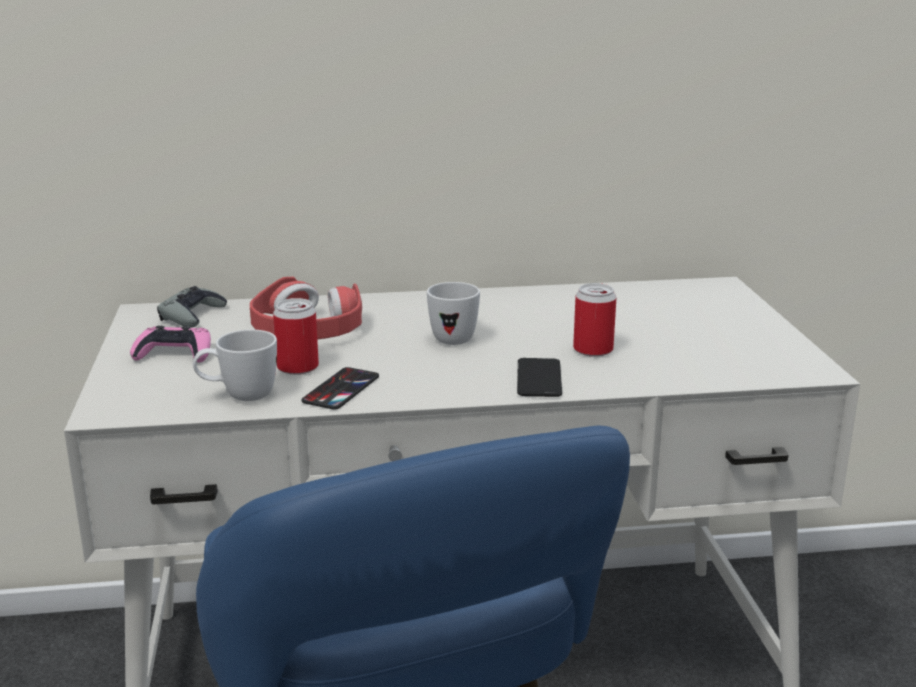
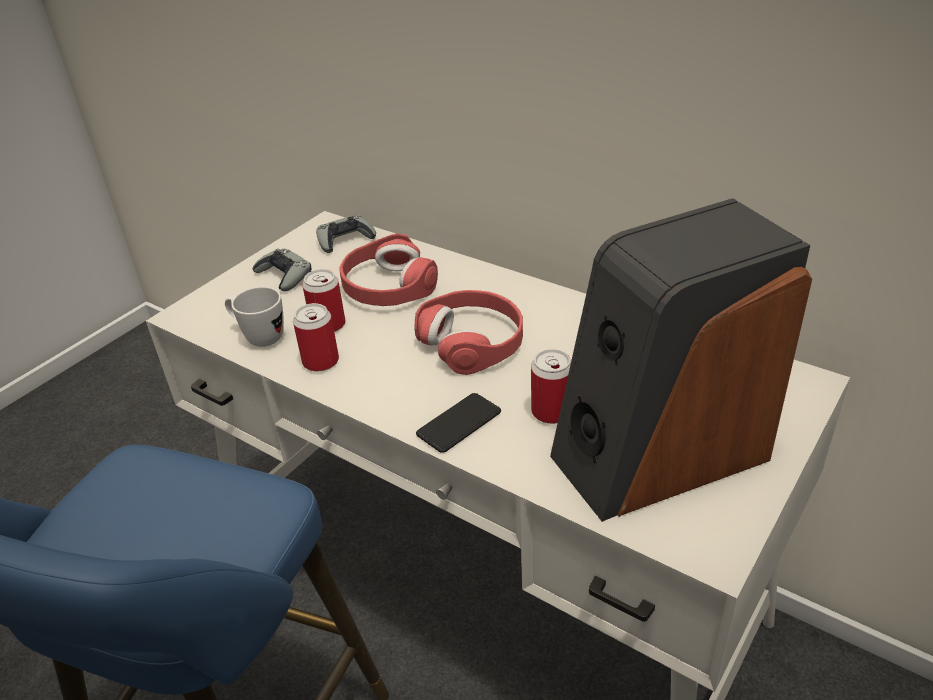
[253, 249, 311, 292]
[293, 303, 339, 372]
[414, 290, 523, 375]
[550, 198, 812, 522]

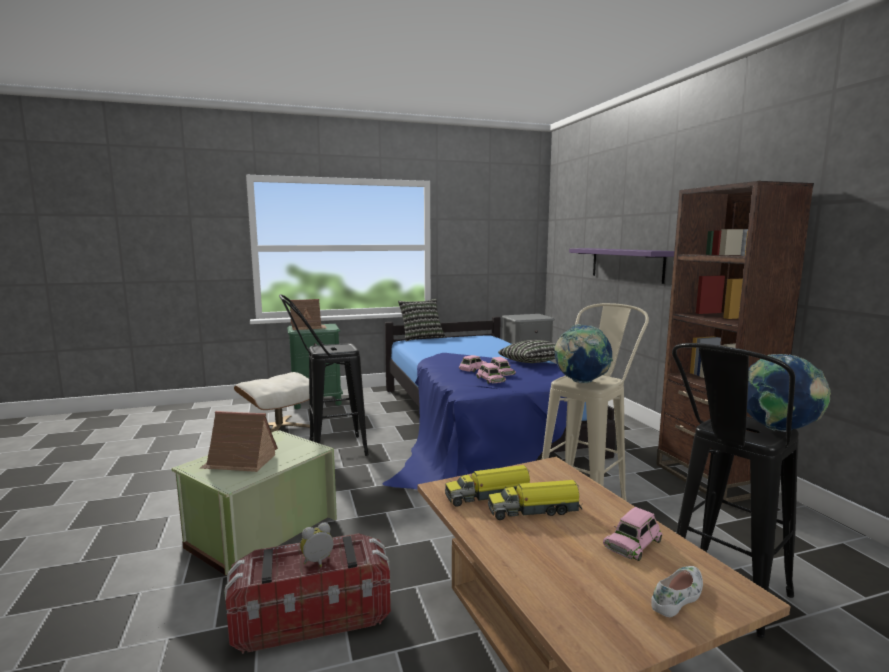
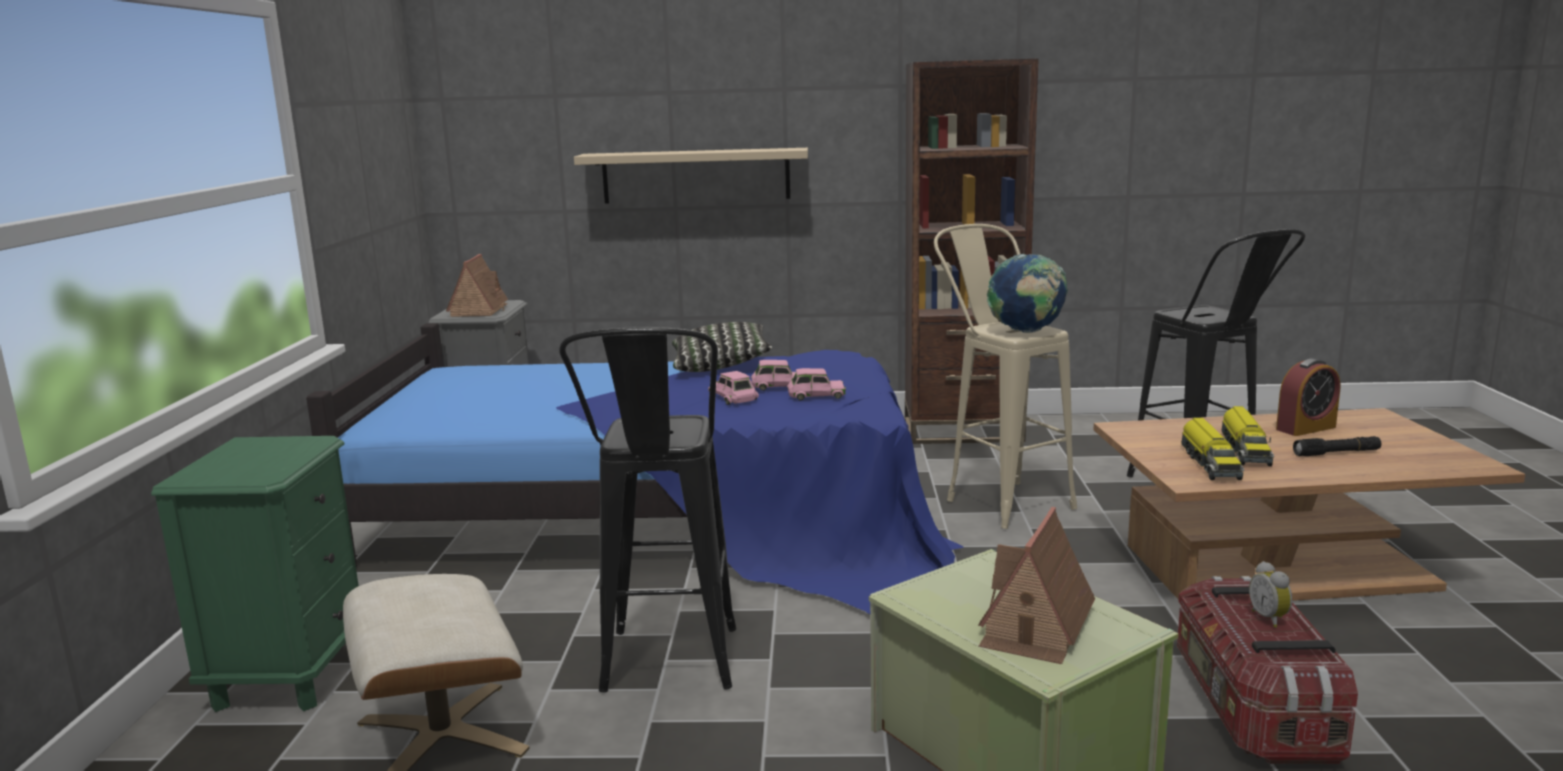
[446, 254, 508, 317]
[398, 299, 445, 341] (first image)
[574, 148, 808, 204]
[1276, 358, 1340, 436]
[651, 566, 703, 617] (first image)
[747, 354, 831, 432] (first image)
[1293, 436, 1381, 456]

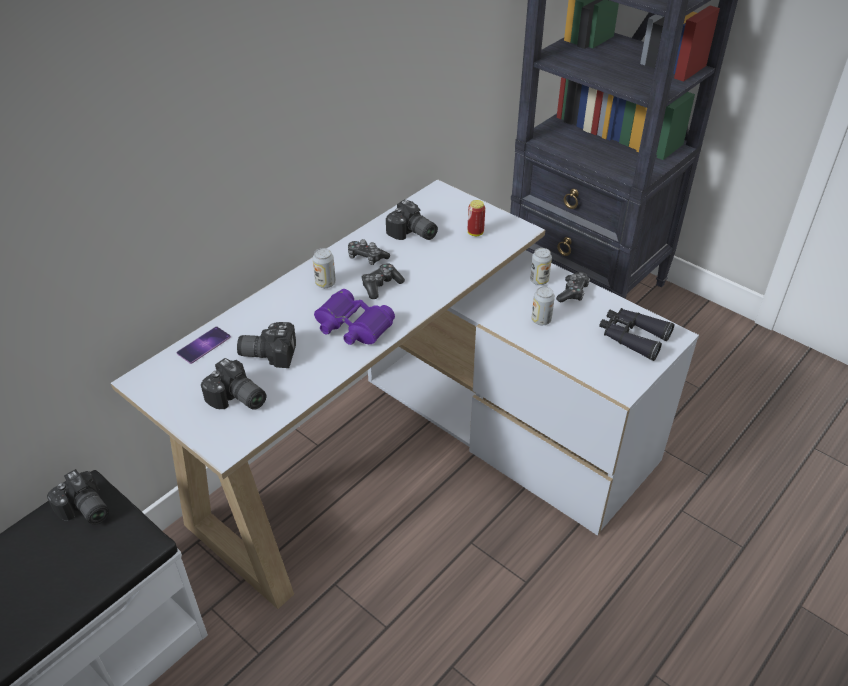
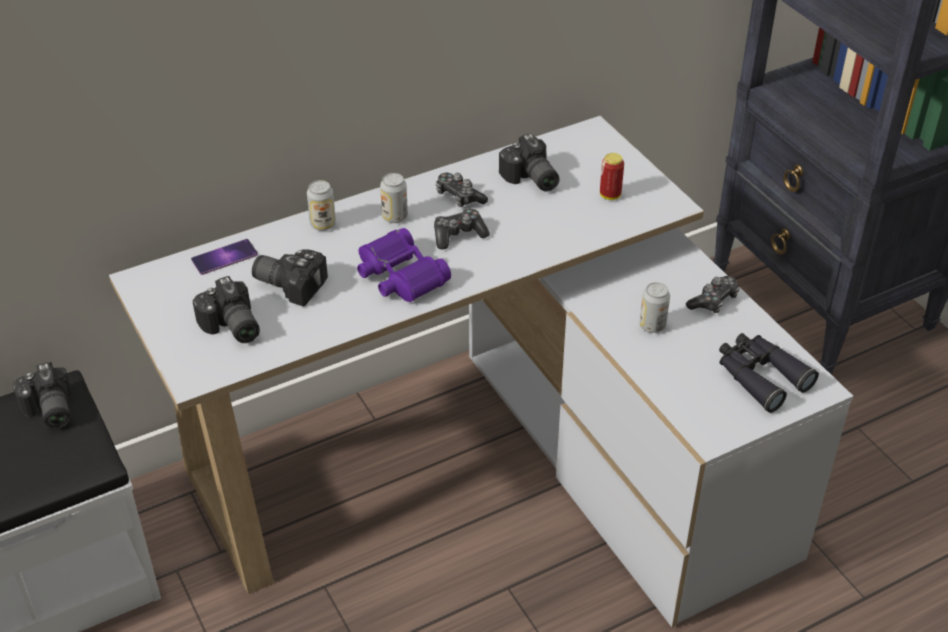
[307, 180, 336, 231]

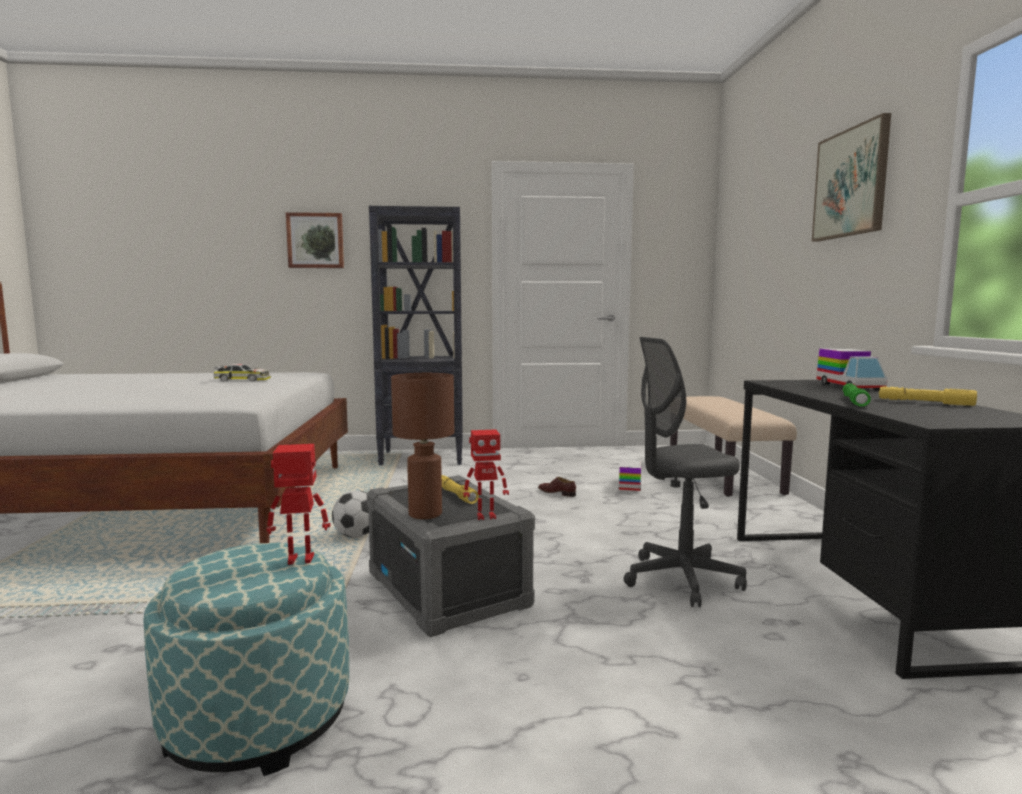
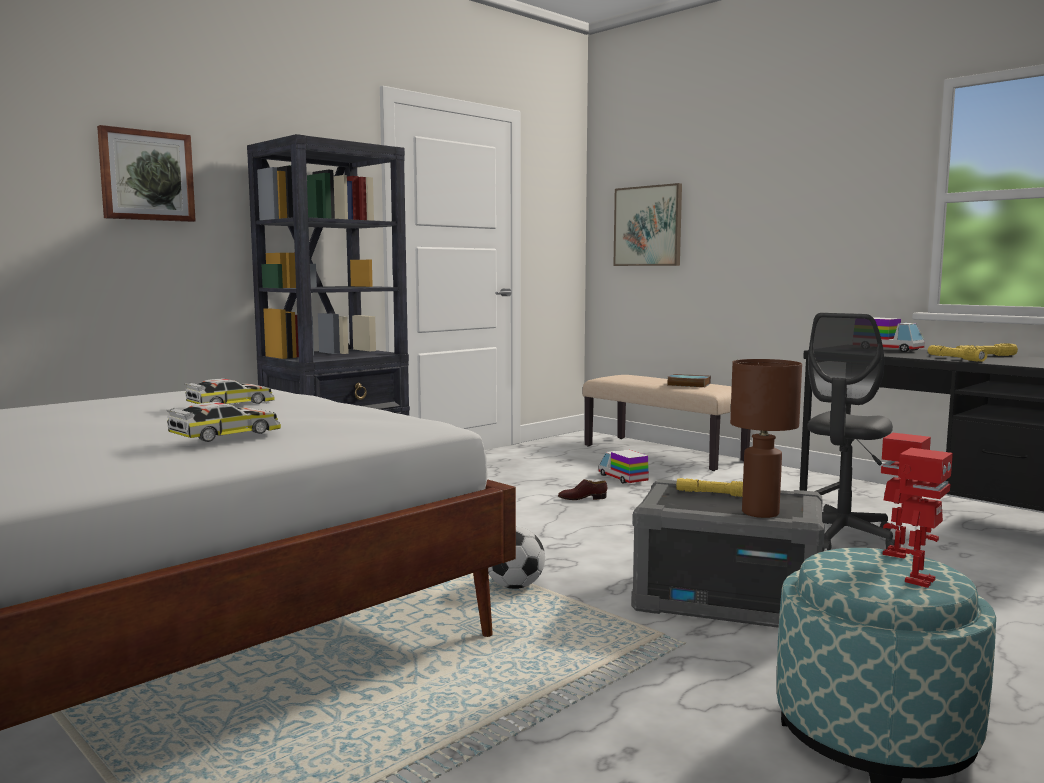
[898, 448, 953, 588]
[613, 183, 682, 266]
[928, 345, 987, 362]
[166, 402, 281, 442]
[668, 374, 711, 387]

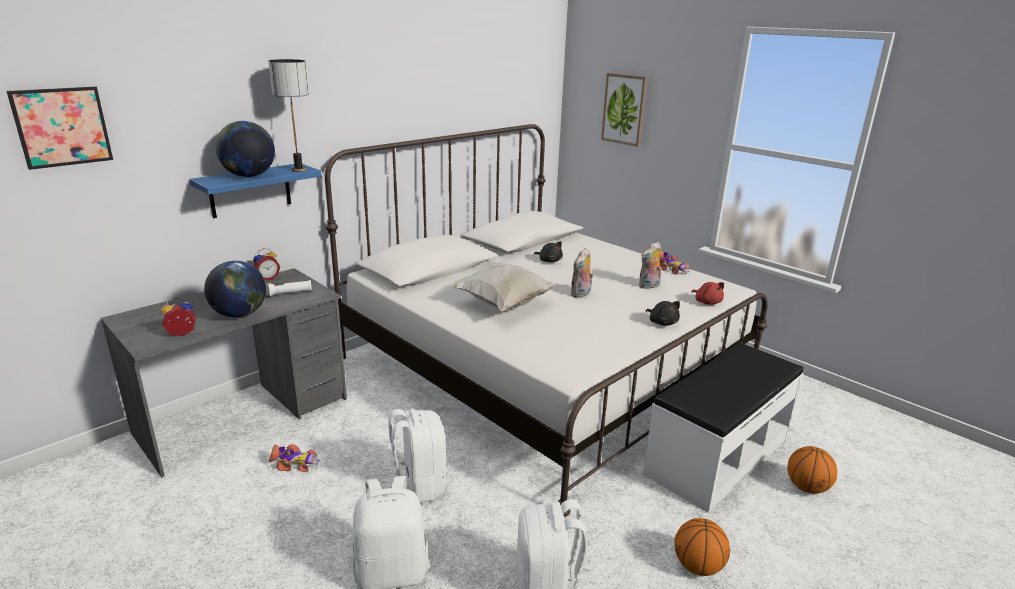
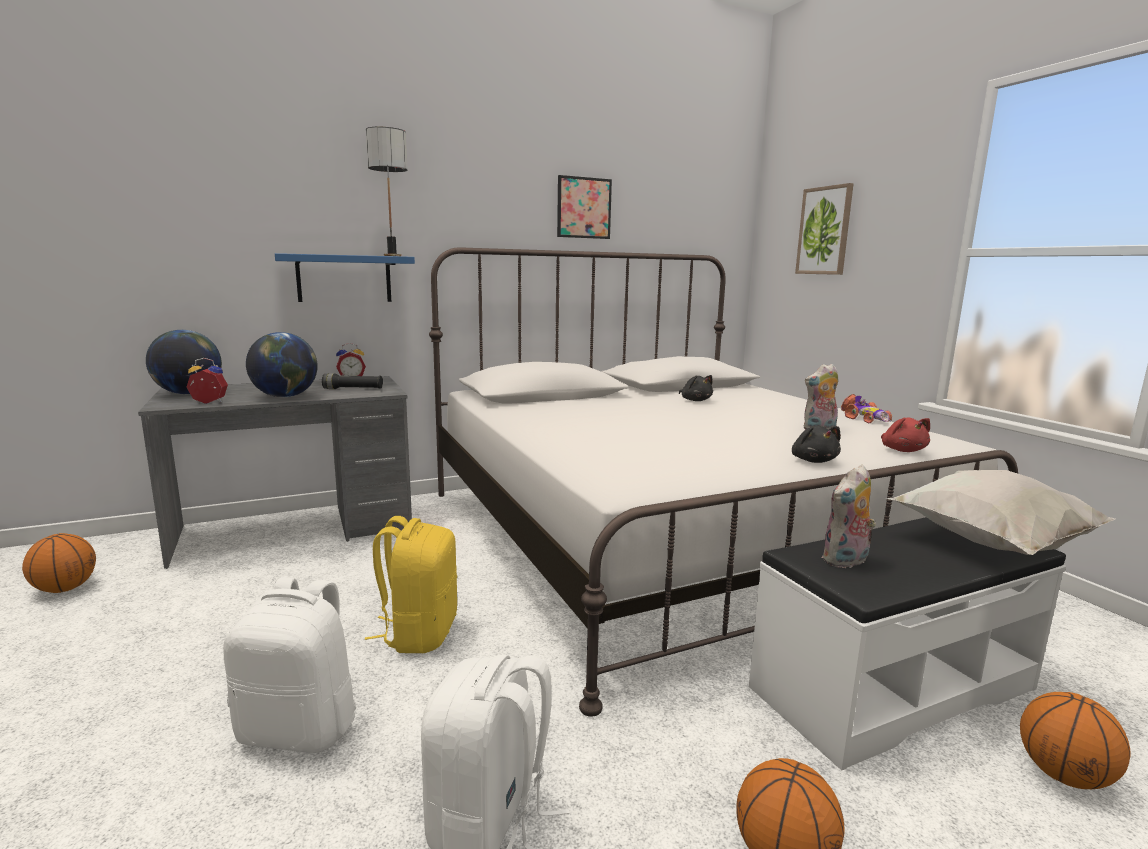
[557, 175, 612, 239]
[146, 330, 222, 394]
[322, 373, 383, 389]
[269, 444, 320, 472] (first image)
[365, 516, 457, 653]
[885, 470, 1115, 555]
[822, 465, 876, 569]
[22, 533, 96, 593]

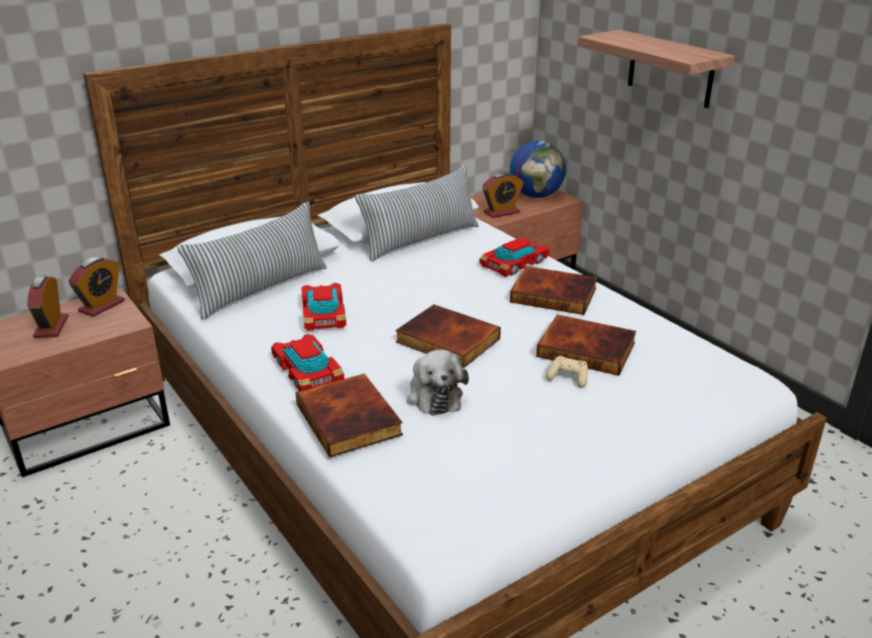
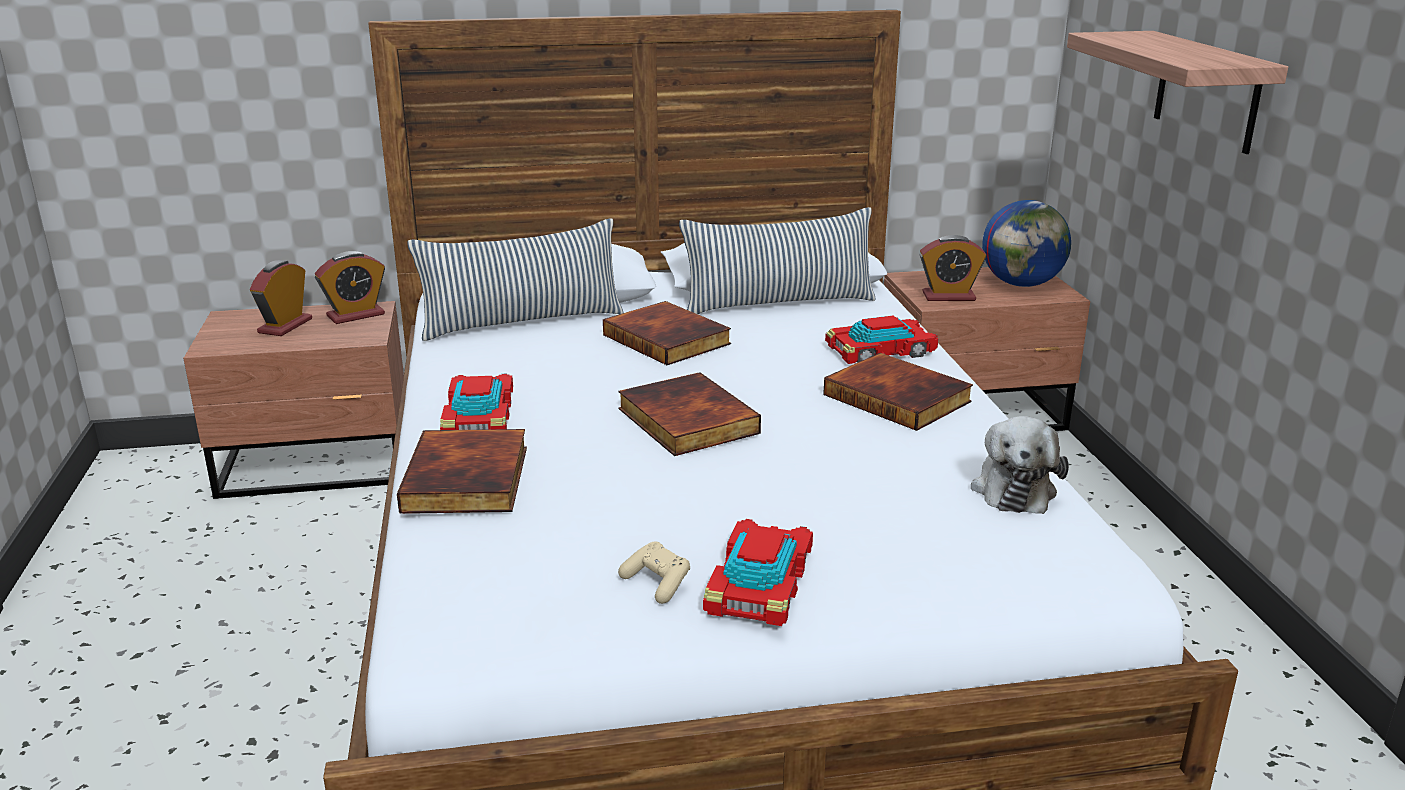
[703, 519, 813, 626]
[971, 416, 1069, 514]
[603, 301, 731, 365]
[618, 541, 690, 604]

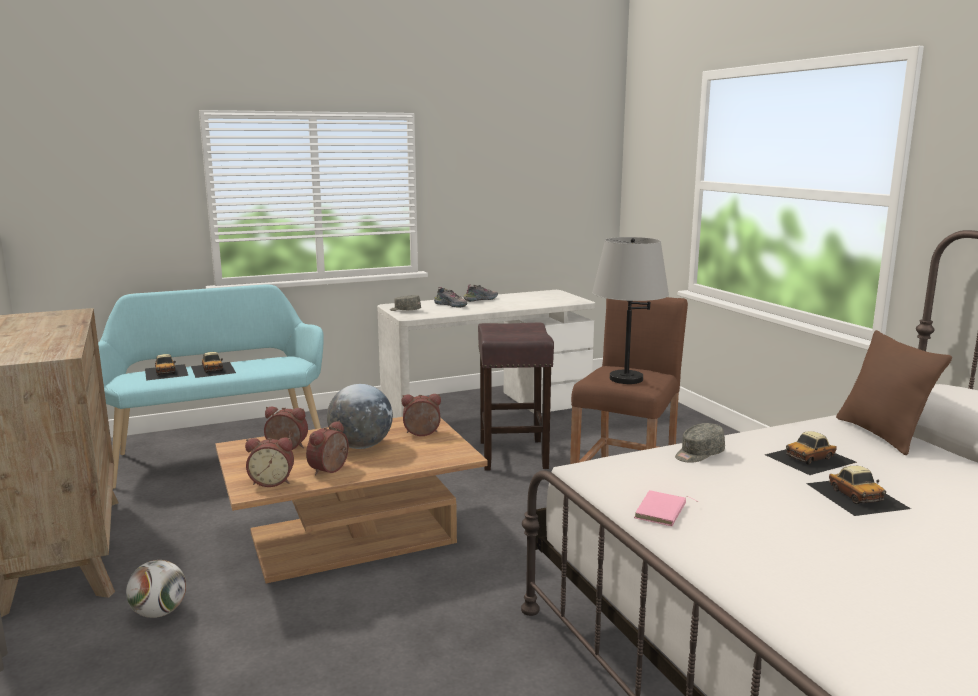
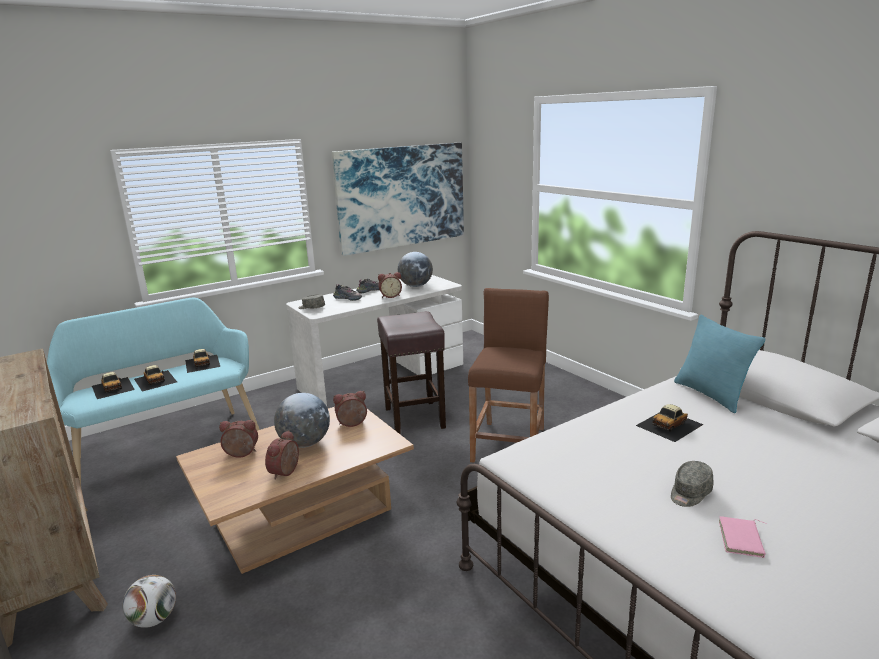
[378, 272, 402, 298]
[592, 237, 669, 384] (first image)
[719, 516, 766, 558]
[671, 461, 714, 507]
[185, 349, 220, 373]
[674, 315, 766, 413]
[332, 143, 464, 256]
[398, 252, 433, 287]

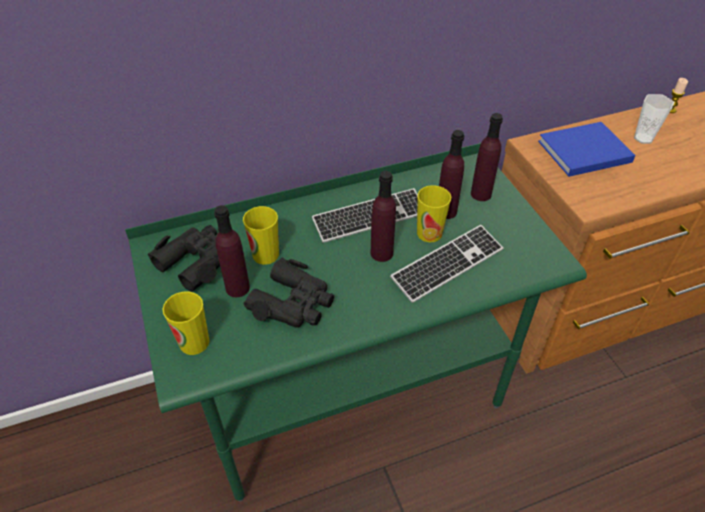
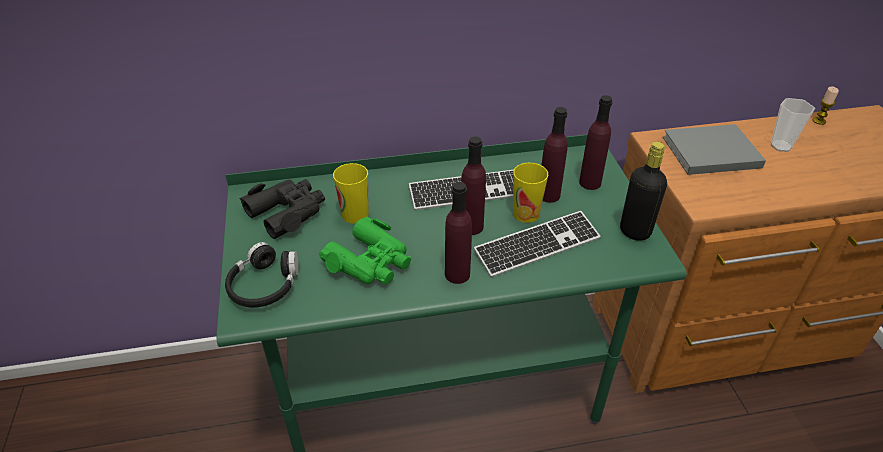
[225, 242, 299, 307]
[445, 182, 472, 284]
[319, 216, 411, 285]
[663, 124, 766, 175]
[620, 142, 667, 241]

